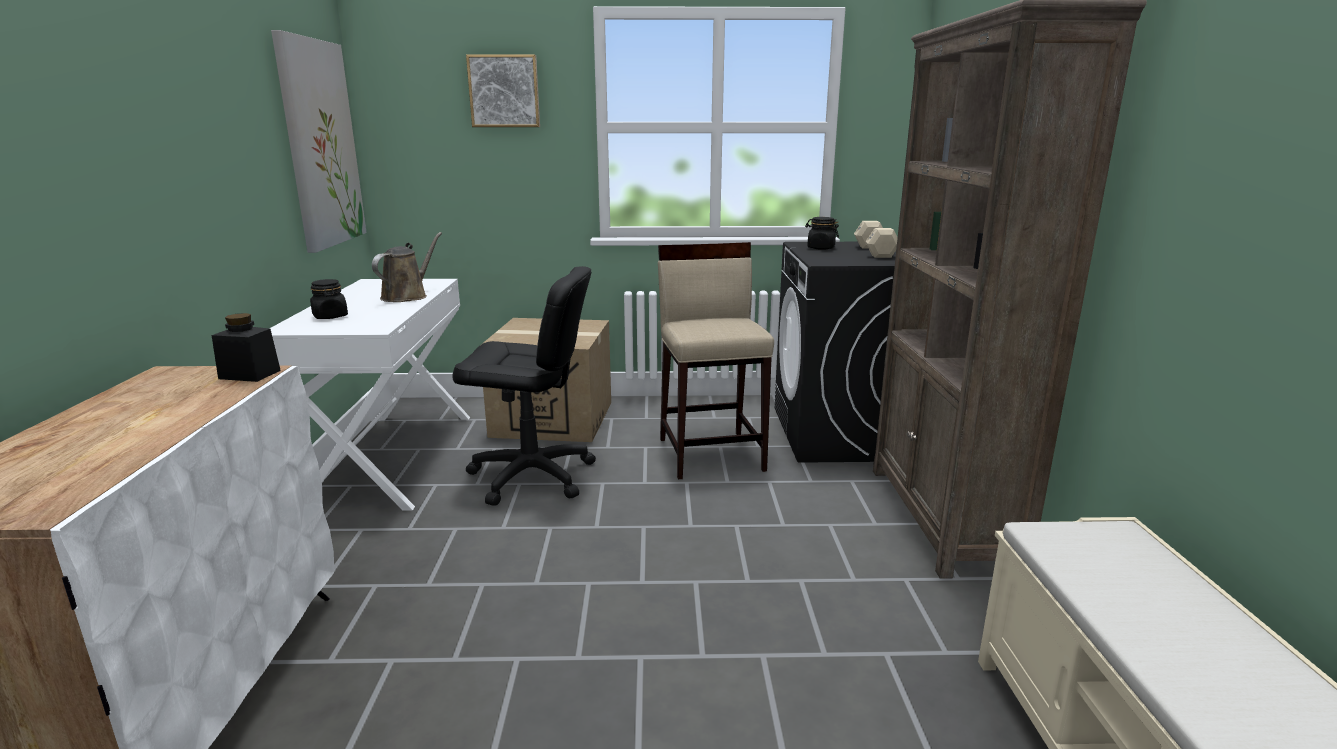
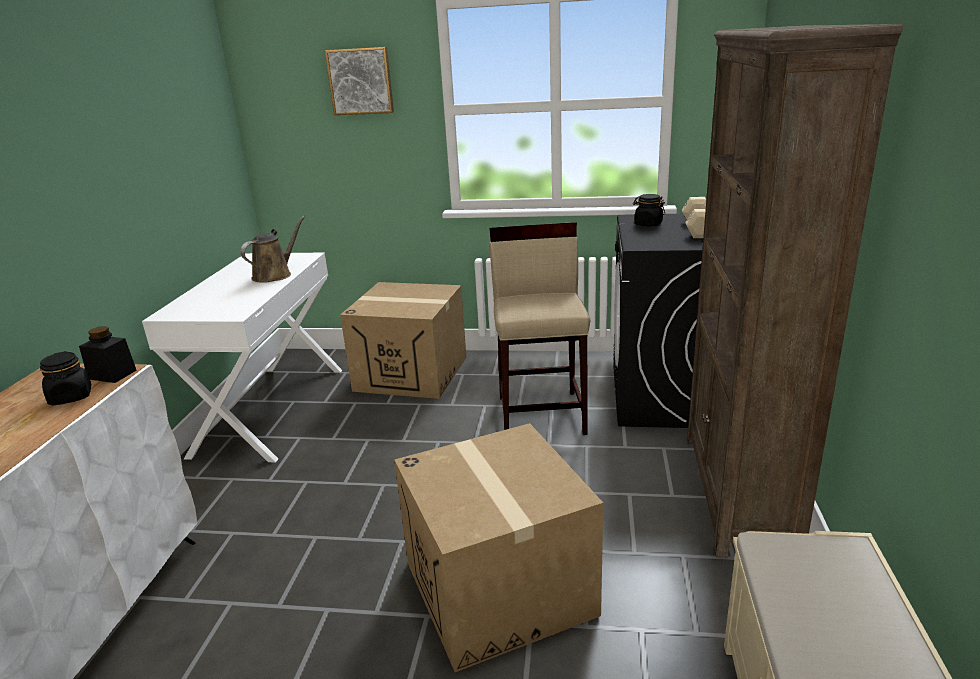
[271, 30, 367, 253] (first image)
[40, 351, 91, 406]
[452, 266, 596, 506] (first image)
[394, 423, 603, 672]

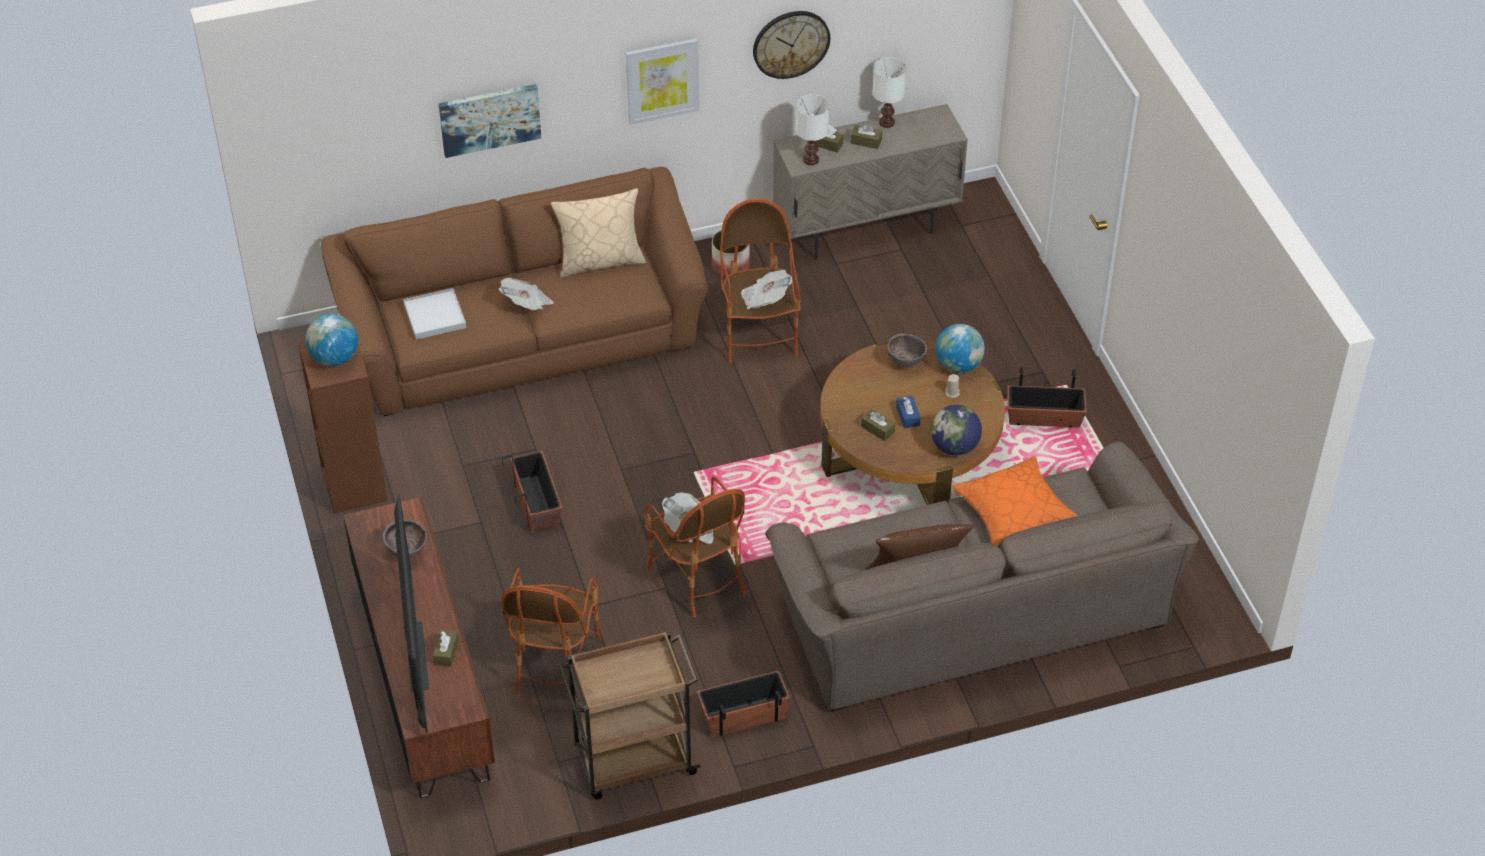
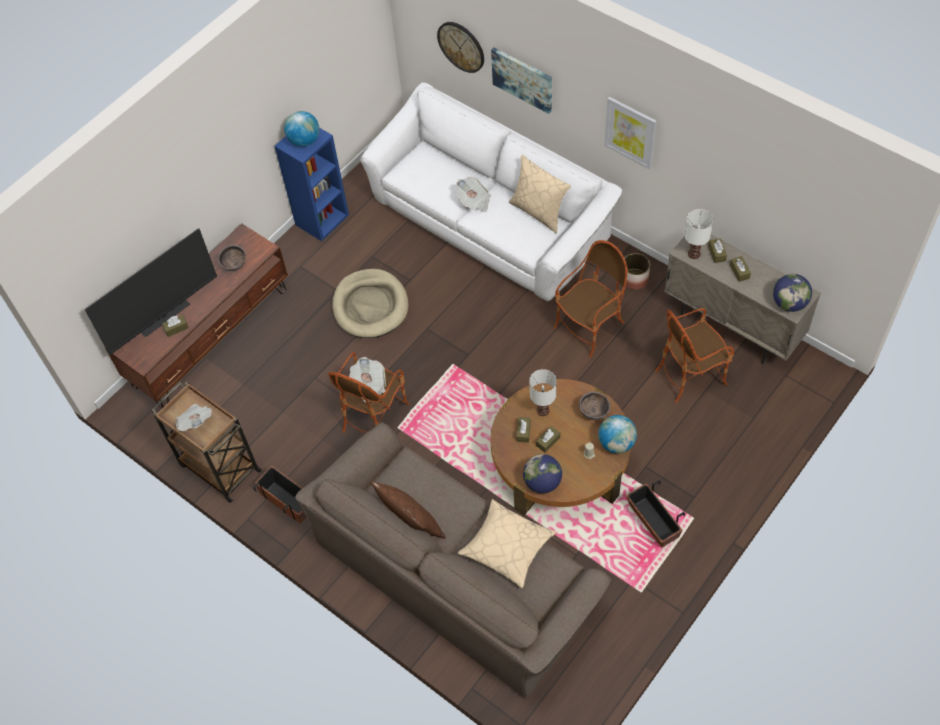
[275, 128, 349, 241]
[360, 82, 622, 302]
[403, 288, 466, 340] (first image)
[332, 269, 408, 338]
[655, 308, 734, 403]
[175, 404, 212, 431]
[437, 22, 484, 73]
[529, 369, 557, 416]
[536, 426, 560, 453]
[458, 499, 556, 588]
[773, 274, 812, 312]

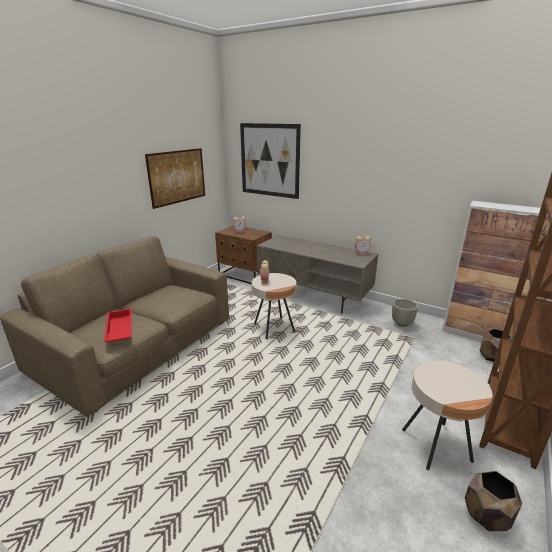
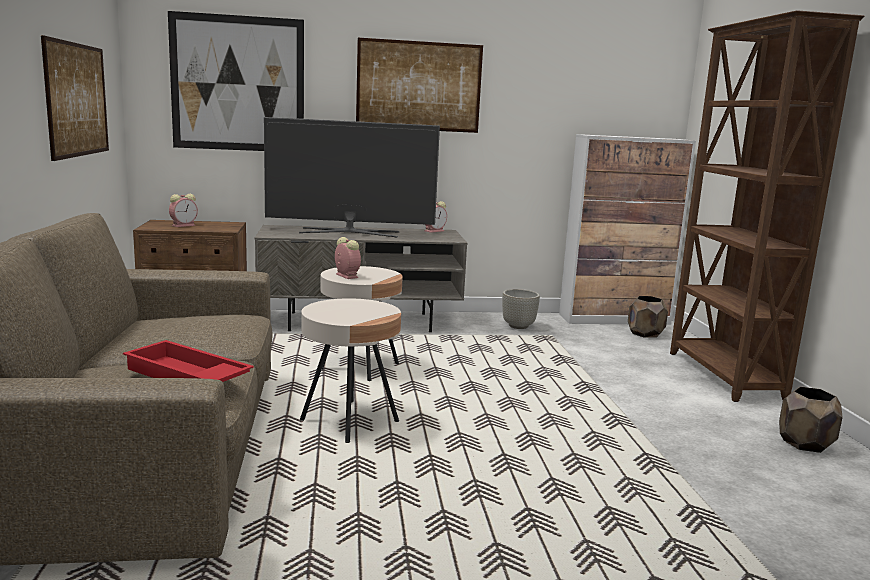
[300, 298, 401, 443]
[264, 117, 440, 238]
[356, 38, 483, 133]

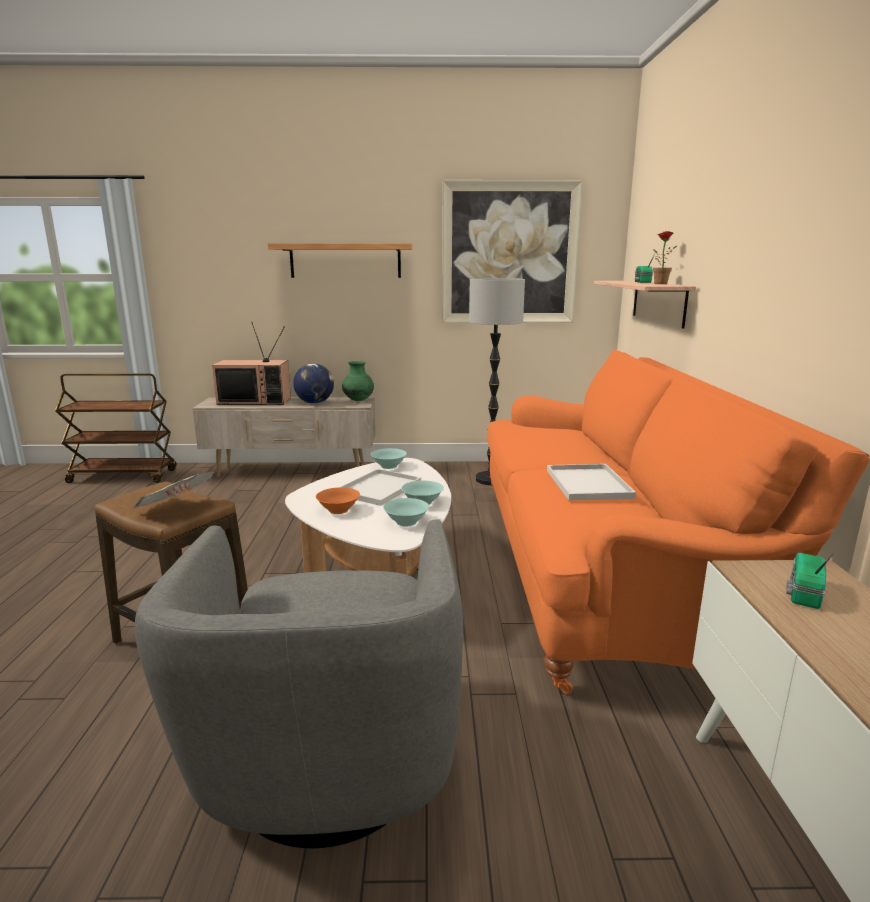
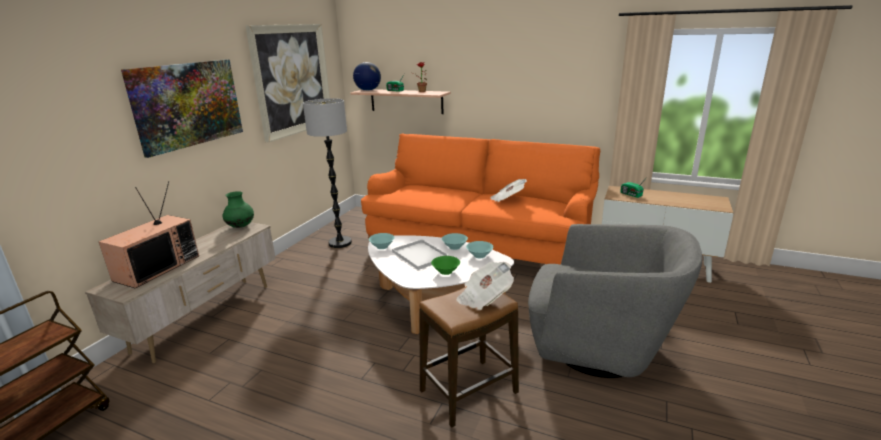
[121, 59, 243, 158]
[353, 62, 381, 91]
[431, 256, 460, 275]
[490, 179, 527, 202]

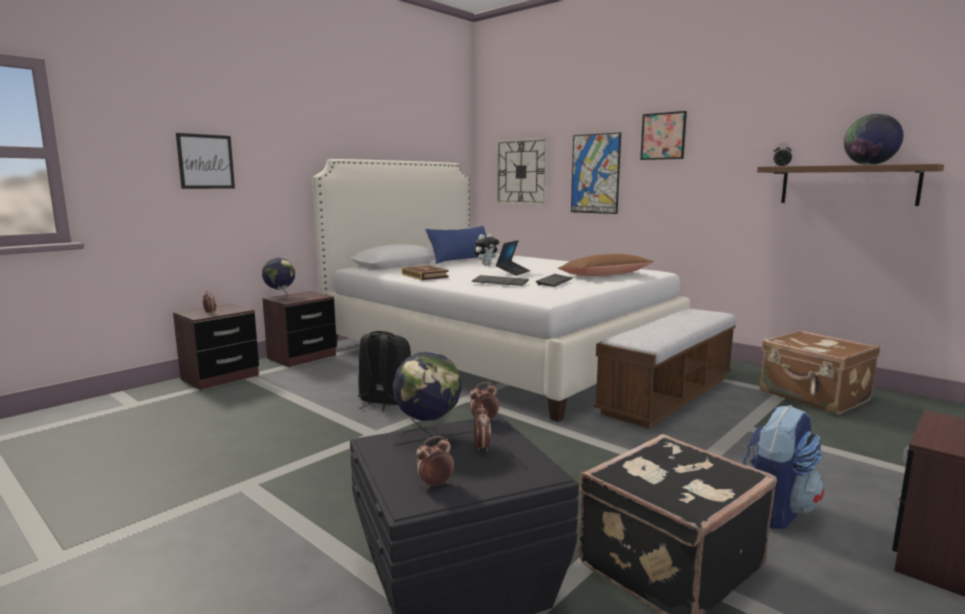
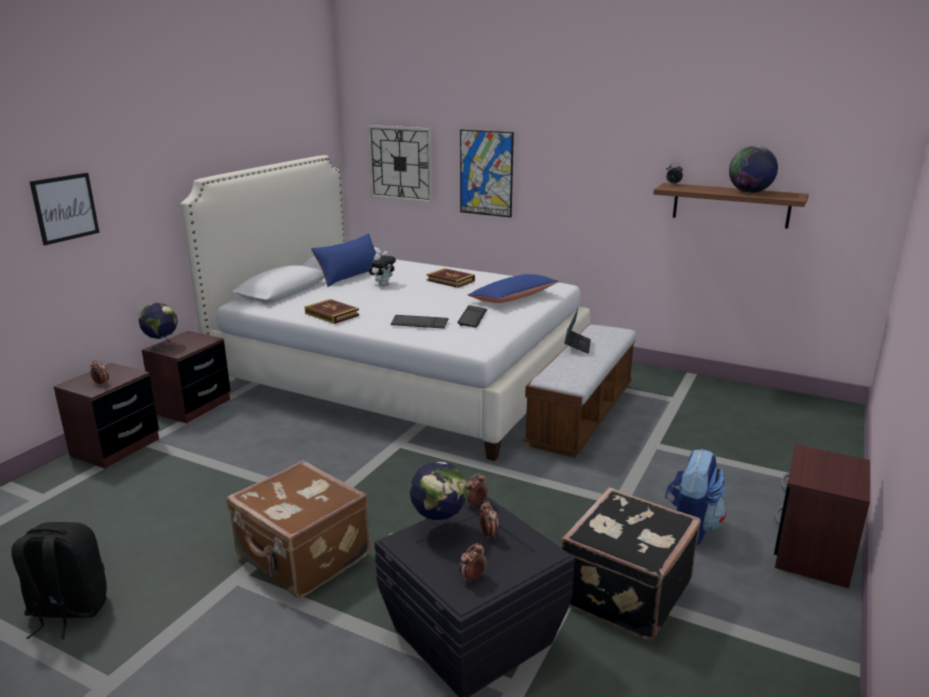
[12, 522, 107, 639]
[564, 309, 591, 354]
[468, 274, 559, 303]
[640, 111, 687, 160] (first image)
[227, 460, 370, 598]
[426, 268, 475, 288]

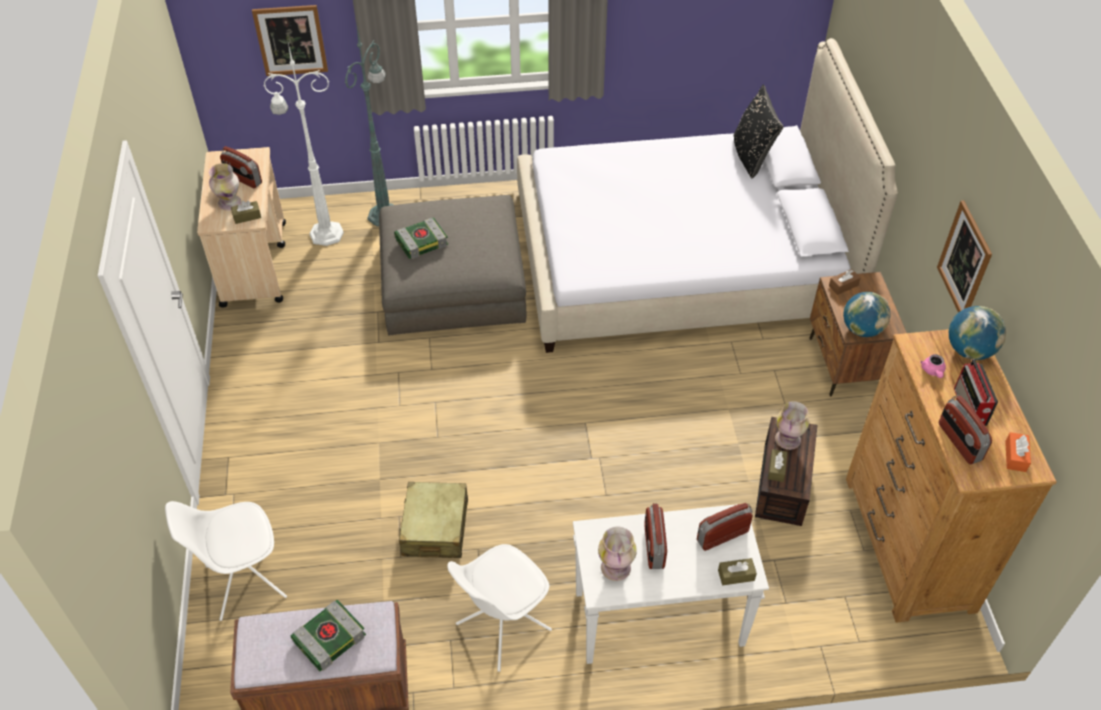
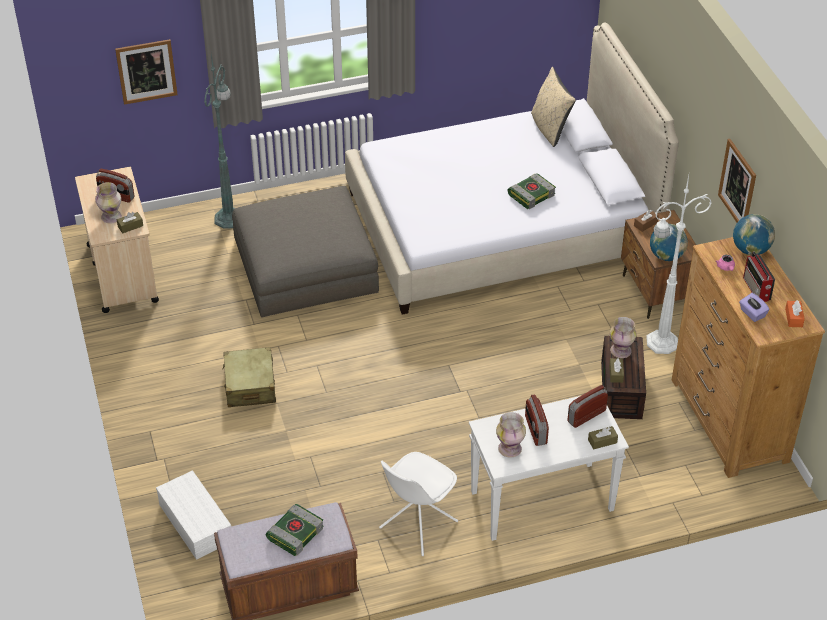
[156, 470, 231, 560]
[646, 175, 712, 354]
[508, 173, 556, 209]
[223, 347, 276, 407]
[531, 67, 576, 147]
[739, 293, 770, 322]

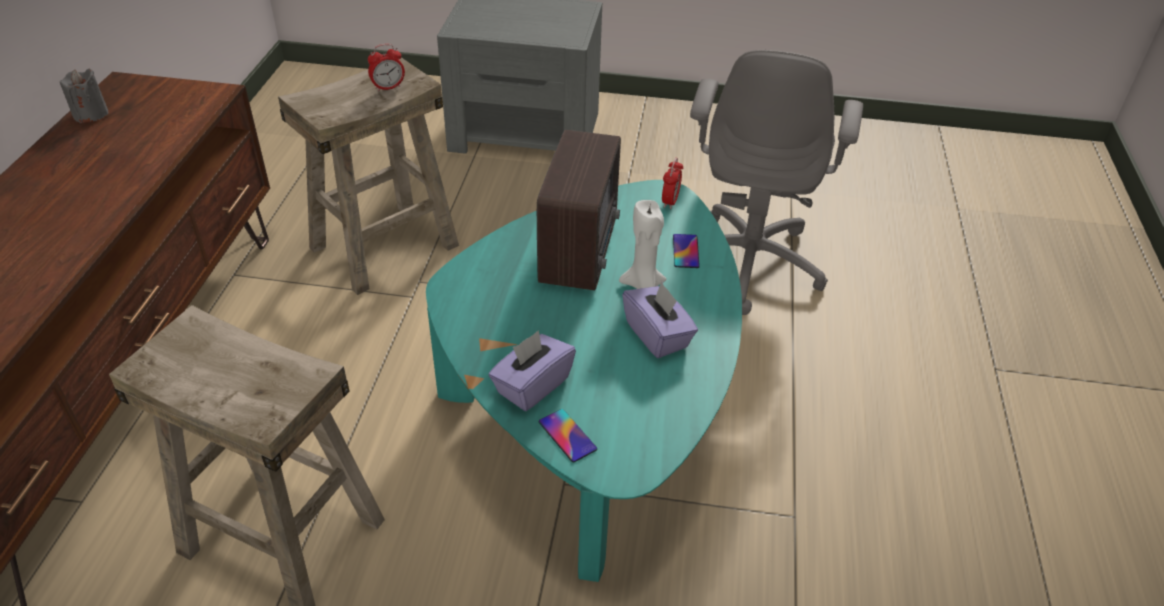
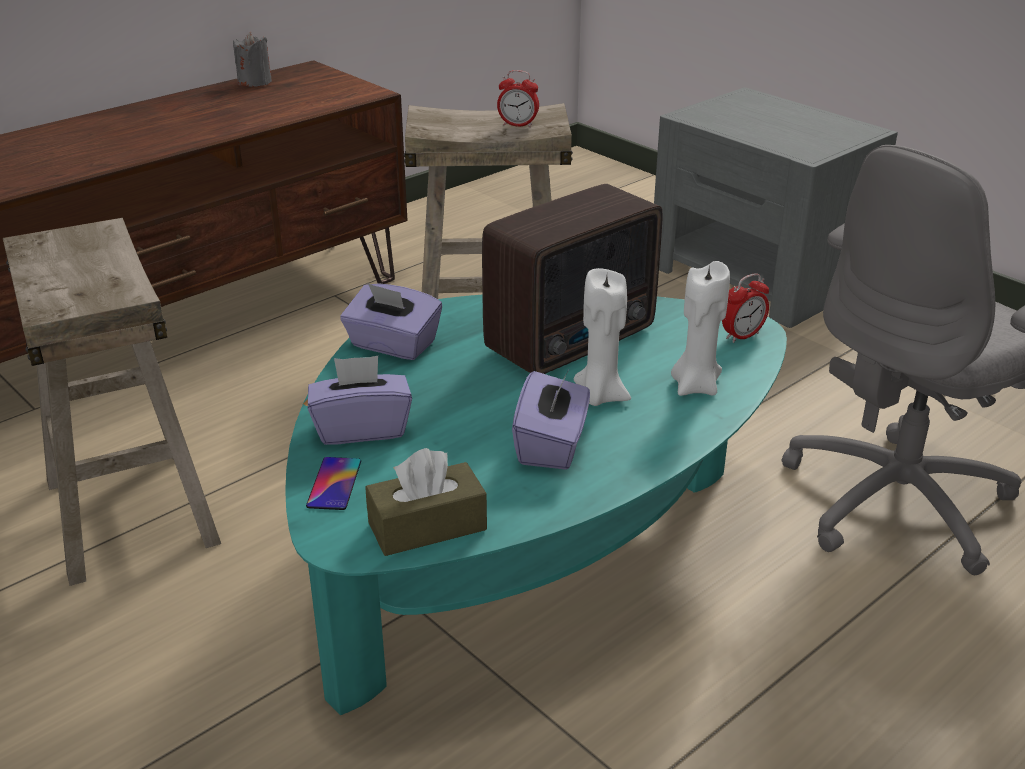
[671, 261, 730, 396]
[340, 283, 442, 360]
[365, 448, 487, 556]

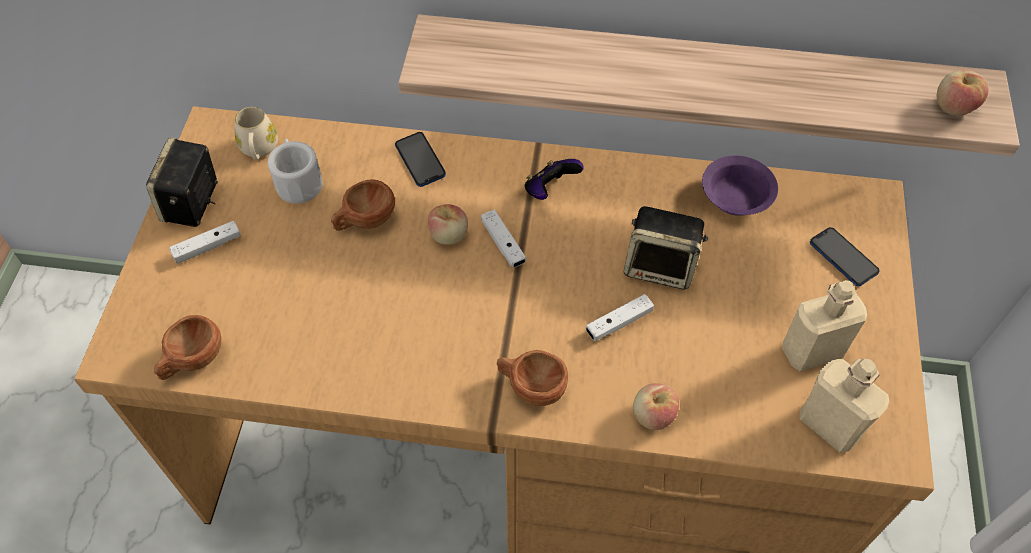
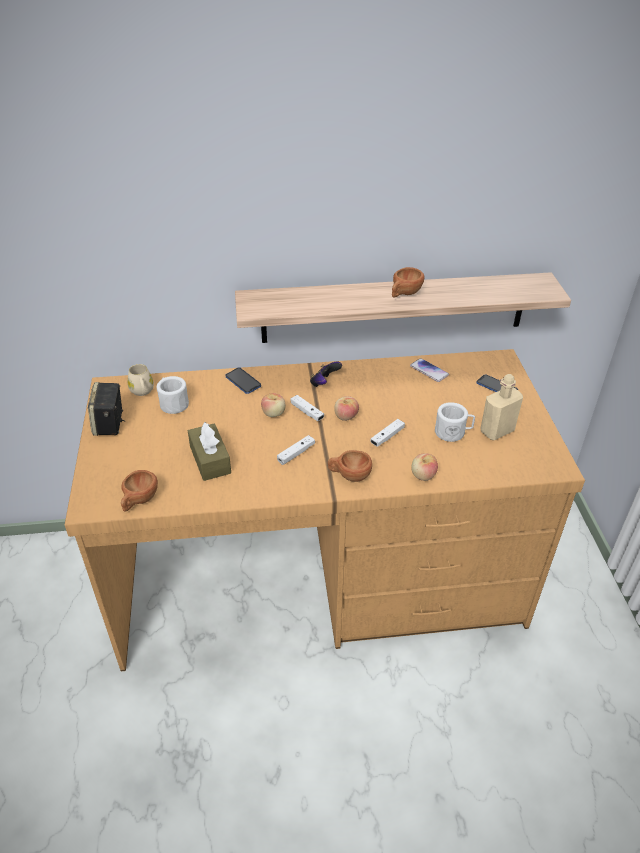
[277, 435, 315, 465]
[392, 267, 425, 298]
[624, 206, 708, 290] (first image)
[410, 358, 449, 382]
[800, 359, 889, 453] (first image)
[334, 396, 359, 421]
[188, 422, 231, 481]
[435, 402, 475, 442]

